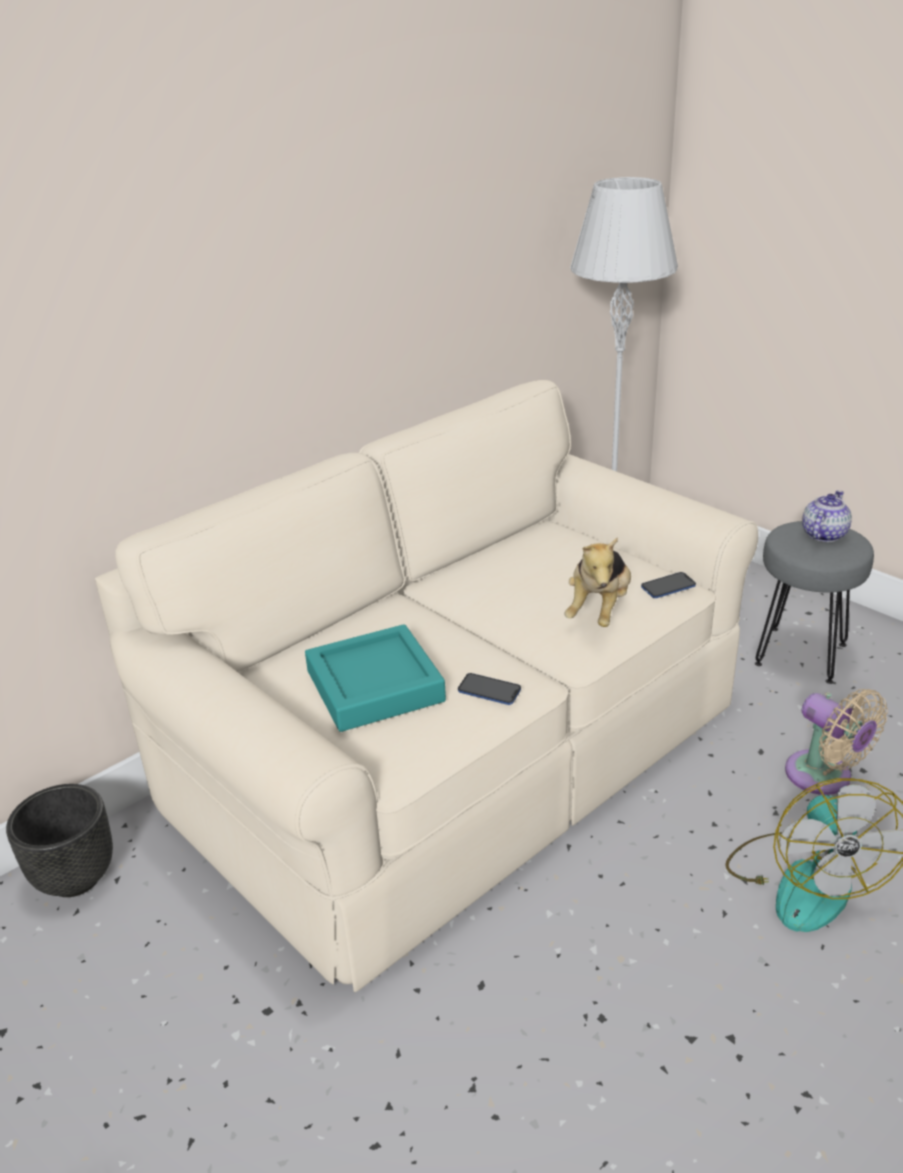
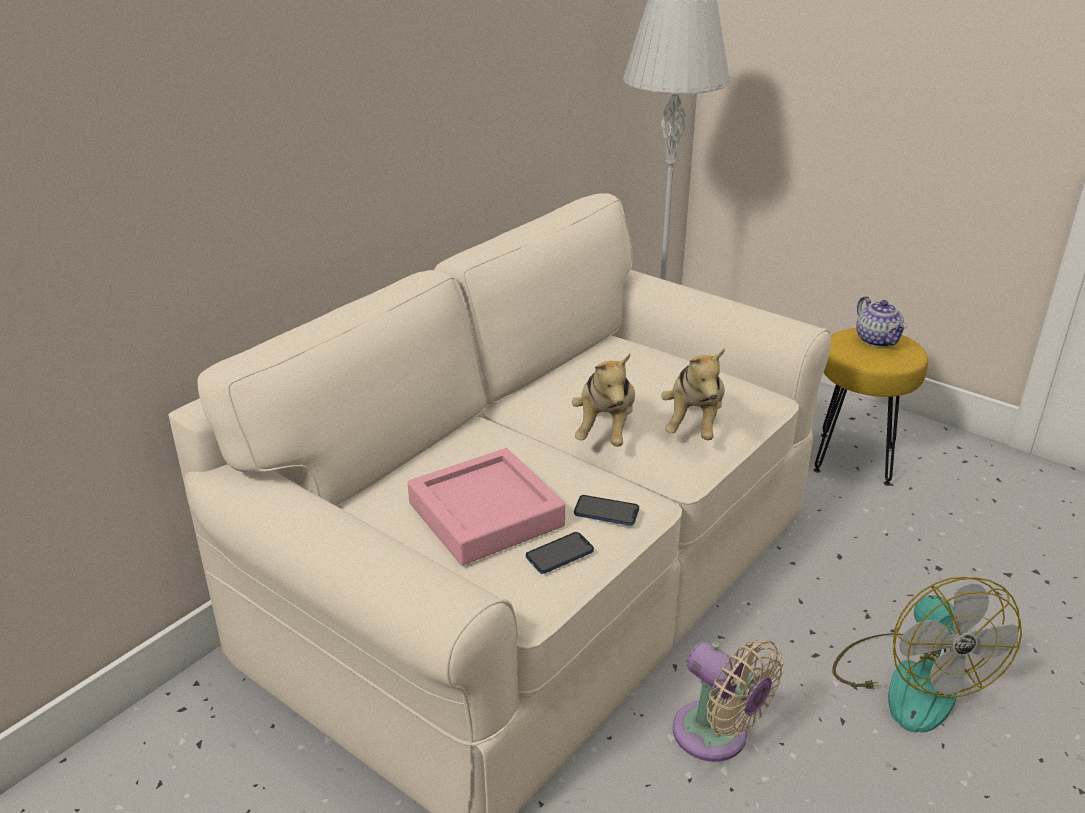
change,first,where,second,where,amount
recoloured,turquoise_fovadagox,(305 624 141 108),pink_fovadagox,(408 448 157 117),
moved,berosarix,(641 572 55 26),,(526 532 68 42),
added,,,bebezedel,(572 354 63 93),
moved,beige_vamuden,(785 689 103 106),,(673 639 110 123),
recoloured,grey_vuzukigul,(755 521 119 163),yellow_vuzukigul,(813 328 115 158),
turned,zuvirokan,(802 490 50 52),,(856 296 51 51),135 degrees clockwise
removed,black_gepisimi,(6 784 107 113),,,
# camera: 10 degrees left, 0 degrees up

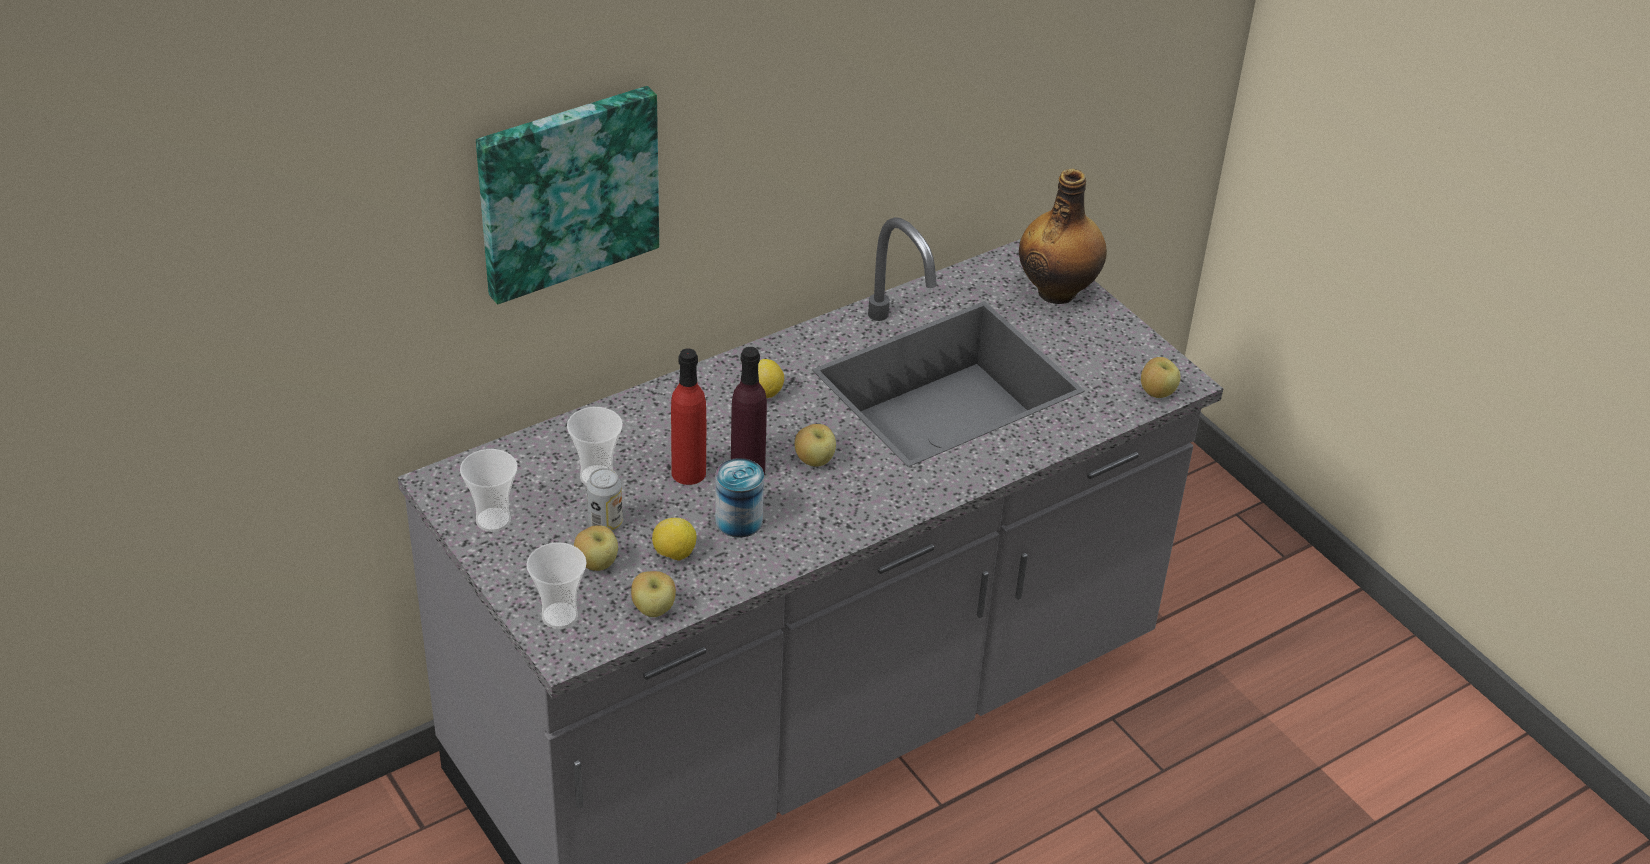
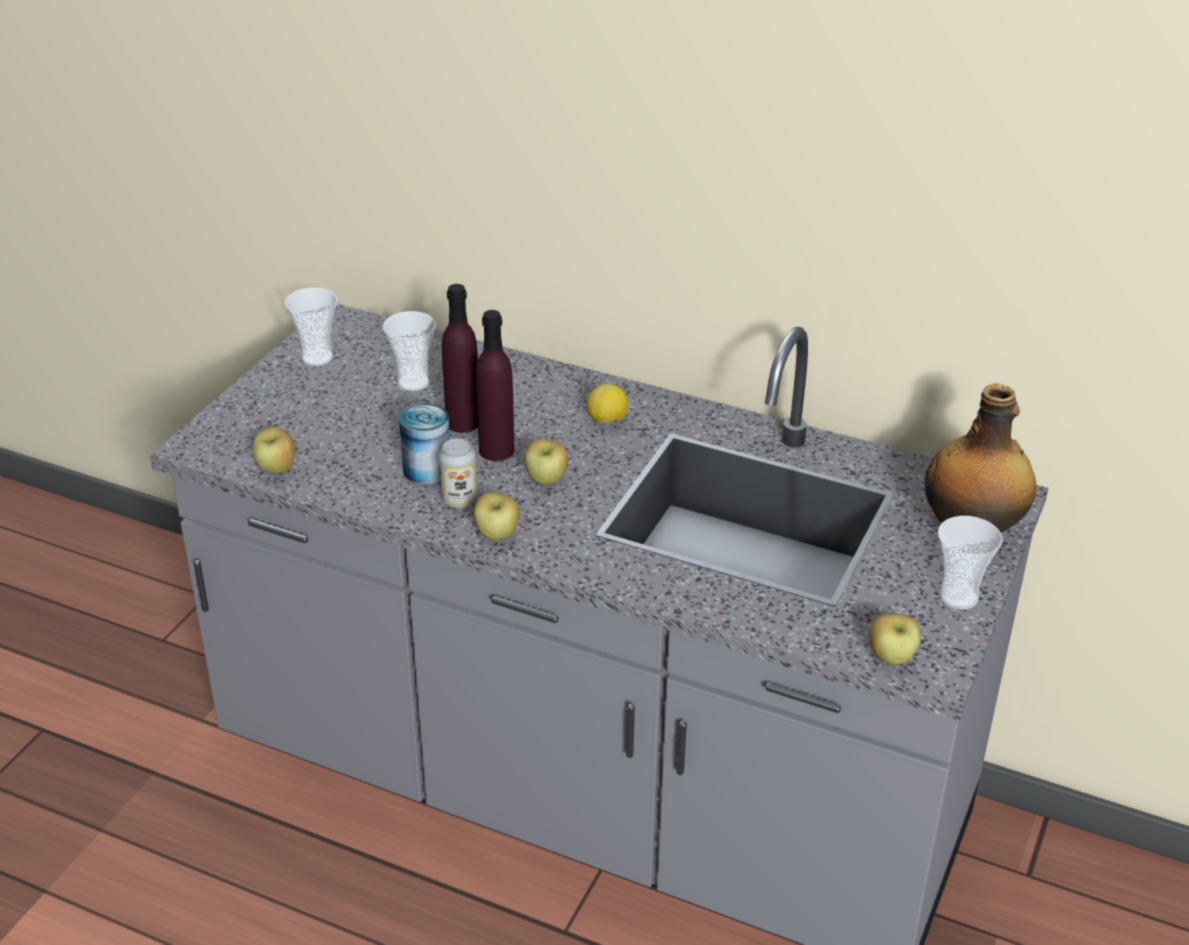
change,first,where,second,where,amount
moved,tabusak,(586 468 37 64),,(439 438 38 70),
recoloured,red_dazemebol,(671 348 35 137),purple_dazemebol,(442 284 36 149),
moved,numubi,(574 525 44 46),,(473 492 46 48),
moved,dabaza,(526 542 61 87),,(938 516 65 93),
removed,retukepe,(476 86 183 218),,,
removed,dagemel,(652 518 44 43),,,
# camera: 60 degrees right, 5 degrees down

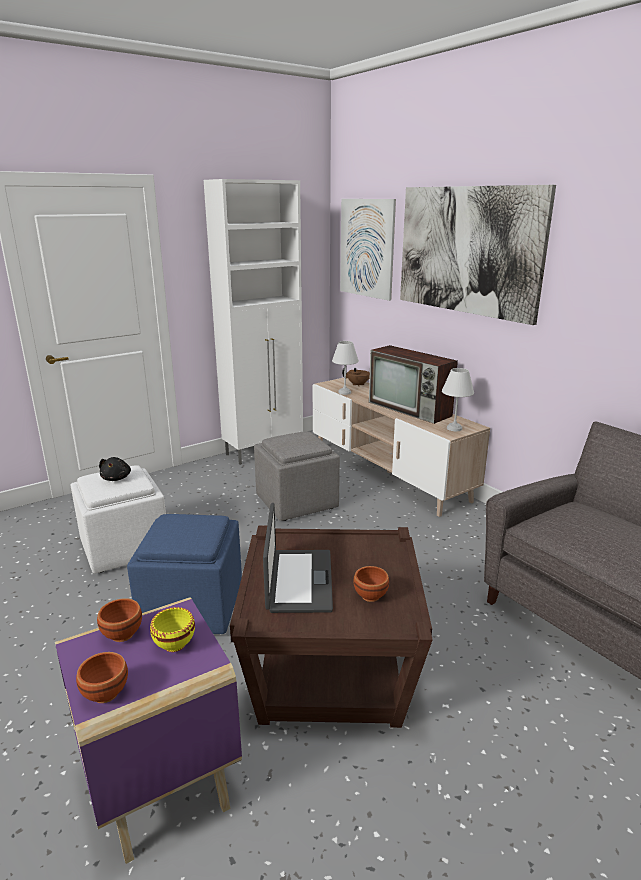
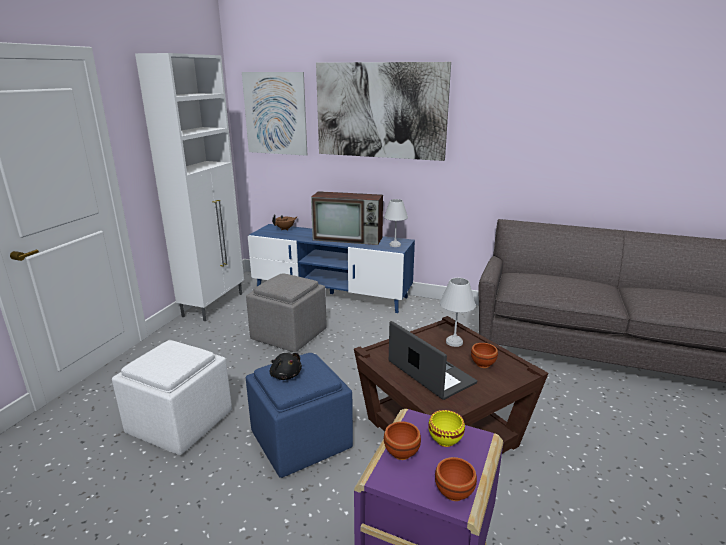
change,first,where,second,where,amount
recoloured,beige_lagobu,(313 378 177 139),blue_lagobu,(248 224 167 89),
moved,black_bebezedel,(99 457 32 24),,(270 353 32 27),
moved,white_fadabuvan,(332 341 27 54),,(440 278 36 69),
# camera: 35 degrees left, 0 degrees up

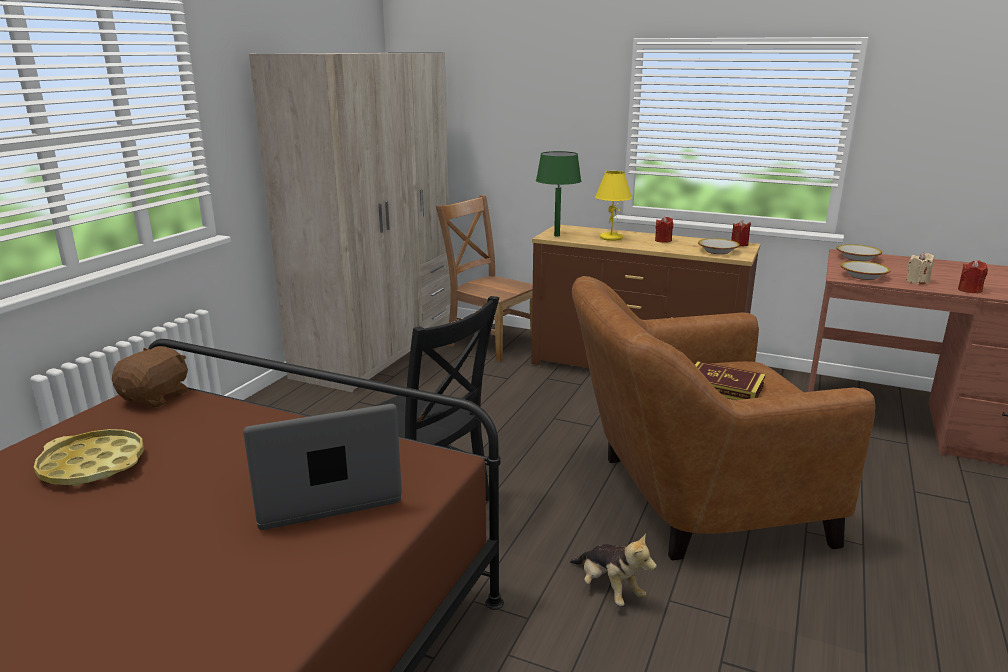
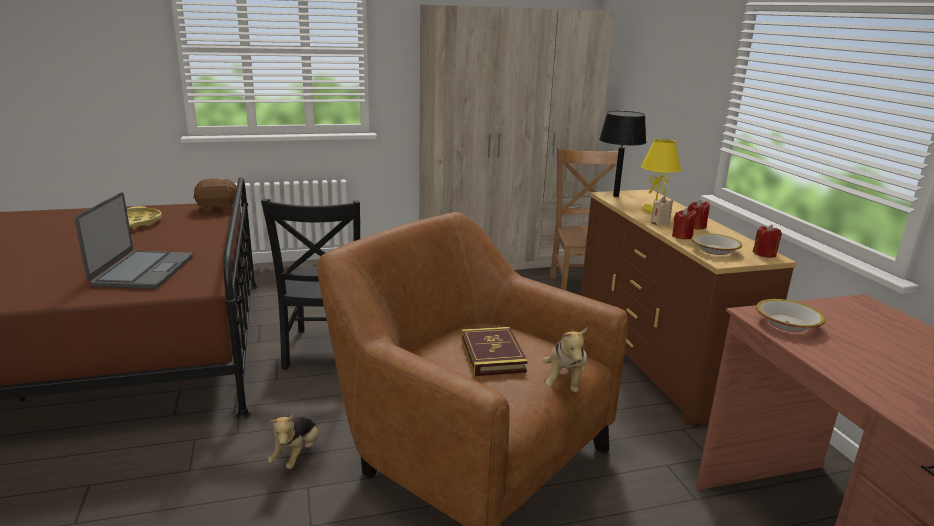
change,first,where,second,where,amount
turned,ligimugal,(243 404 159 126),,(74 192 119 97),60 degrees clockwise
added,,,bebezedel,(543 327 44 66),
recoloured,green_fadabuvan,(536 151 45 85),black_fadabuvan,(599 111 47 86),
moved,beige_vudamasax,(906 252 28 32),,(651 196 22 30),
moved,red_vudamasax,(958 260 30 34),,(672 208 24 31),
removed,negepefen,(836 244 46 17),,,
# camera: 50 degrees right, 0 degrees up

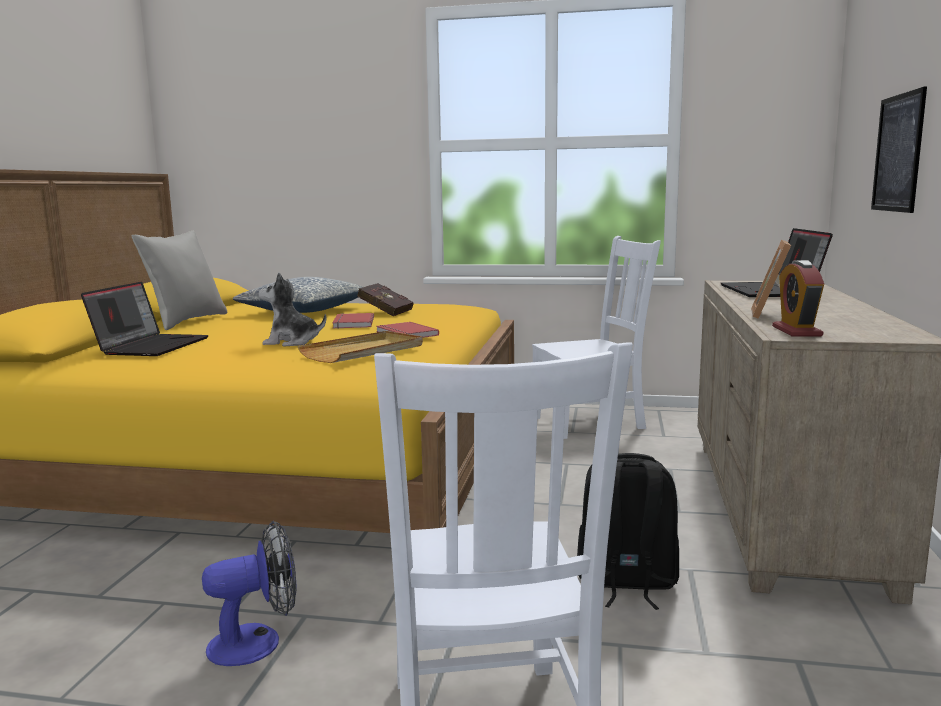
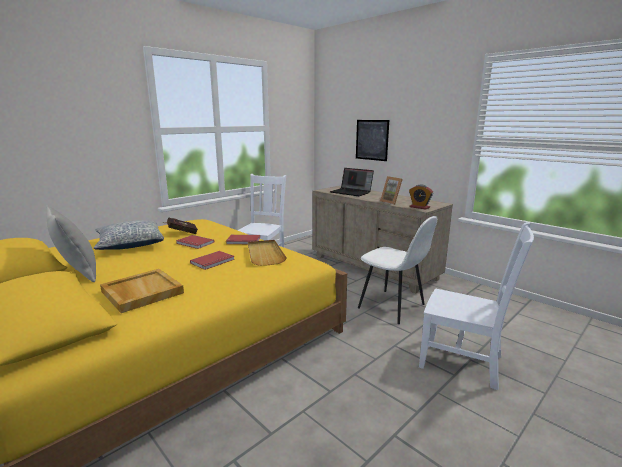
change,first,where,second,where,amount
replaced,ligimugal,(81 282 128 74),beige_fovadagox,(100 269 84 44),
replaced,bebezedel,(258 272 68 75),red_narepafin,(190 251 45 19),
replaced,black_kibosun,(577 453 102 157),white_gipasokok,(358 216 79 108),
removed,vamuden,(202 521 95 145),,,
# camera: 55 degrees left, 5 degrees up

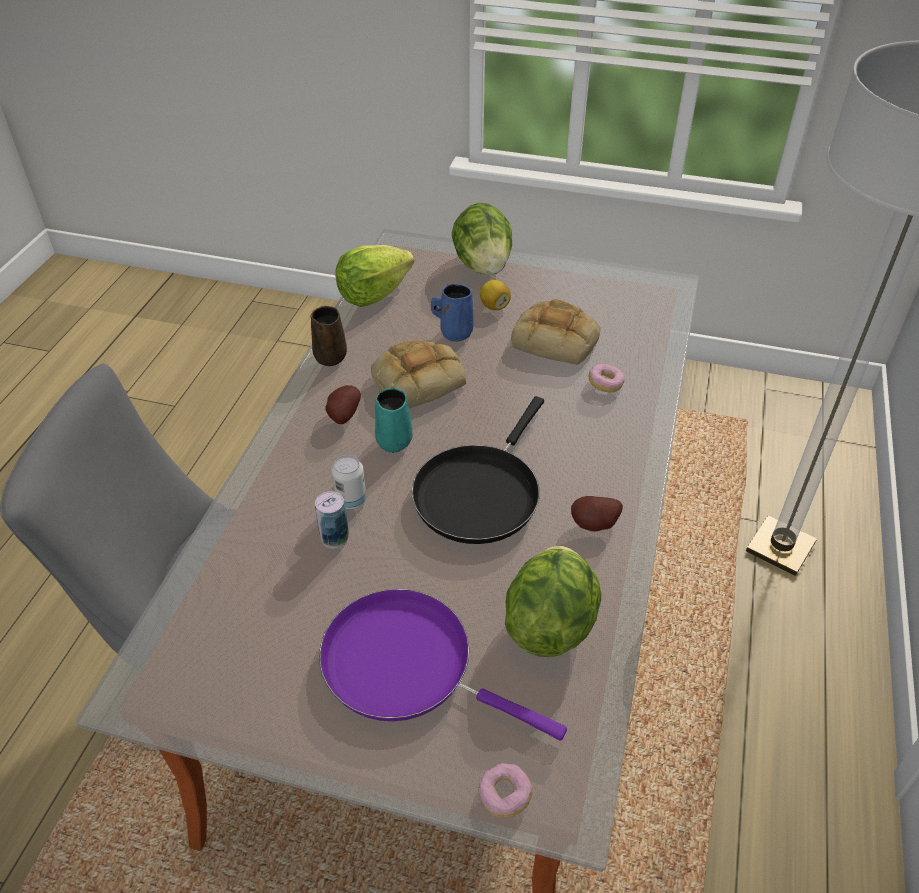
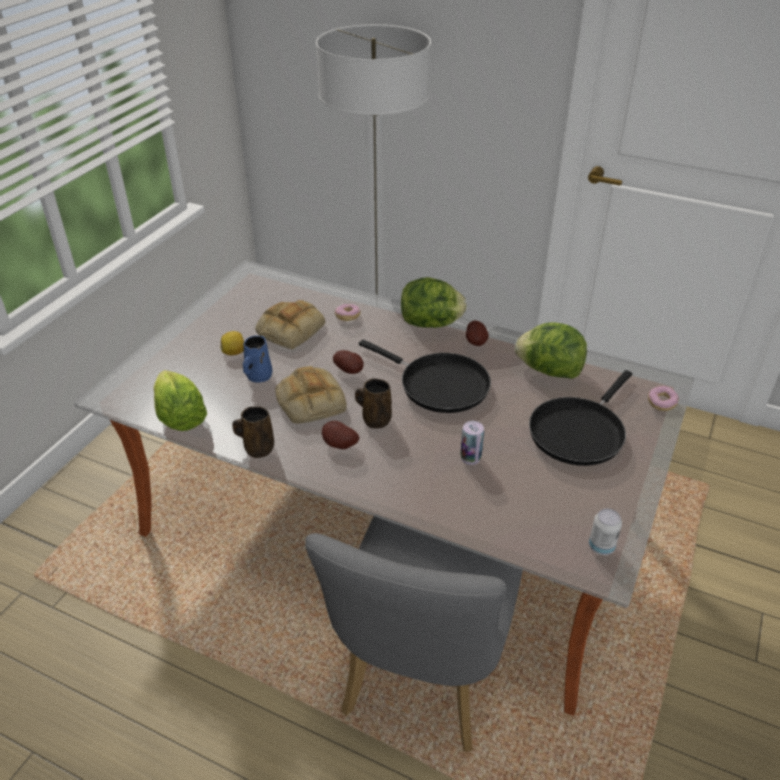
change,first,where,second,where,amount
added,,,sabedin,(333 350 31 24),
recoloured,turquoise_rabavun,(375 387 38 66),brown_rabavun,(355 378 37 50),
moved,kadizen,(452 202 60 73),,(401 277 65 51),
recoloured,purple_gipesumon,(319 589 248 152),black_gipesumon,(529 370 103 96),
moved,tabusak,(332 455 34 54),,(589 509 33 46),
# camera: 80 degrees left, 5 degrees down

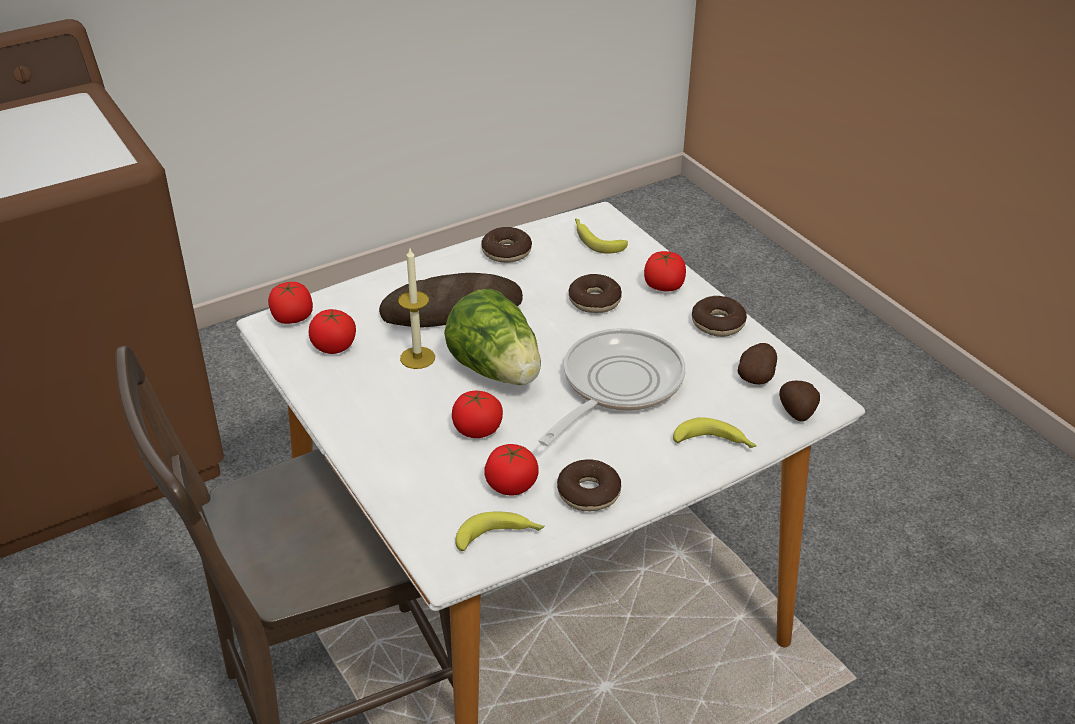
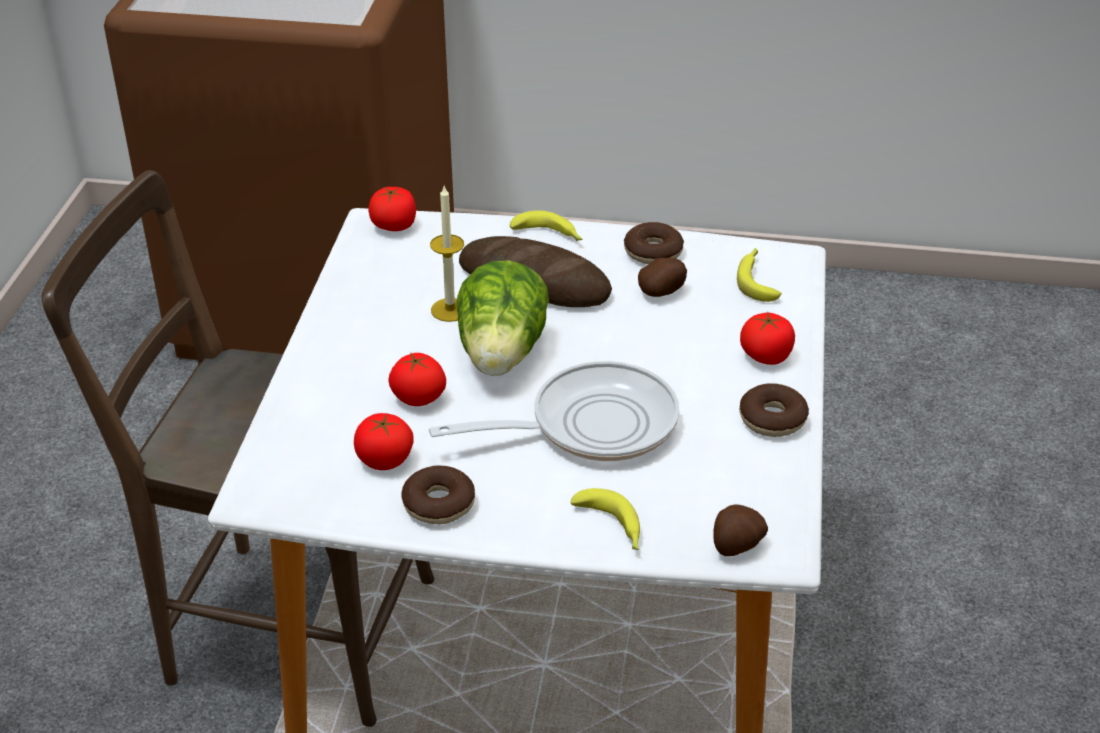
change,first,where,second,where,amount
moved,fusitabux,(455 512 90 39),,(510 210 72 31),
moved,sabedin,(738 343 39 42),,(638 258 49 39),
removed,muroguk,(309 309 47 45),,,
removed,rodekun,(569 274 53 39),,,
# camera: 40 degrees right, 0 degrees up

